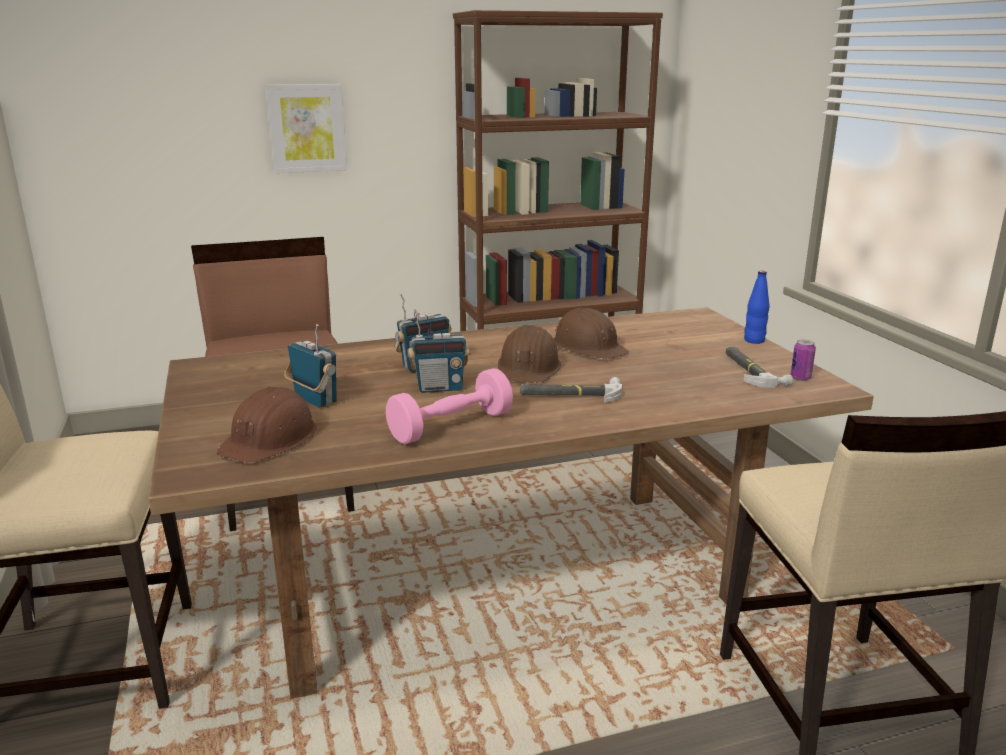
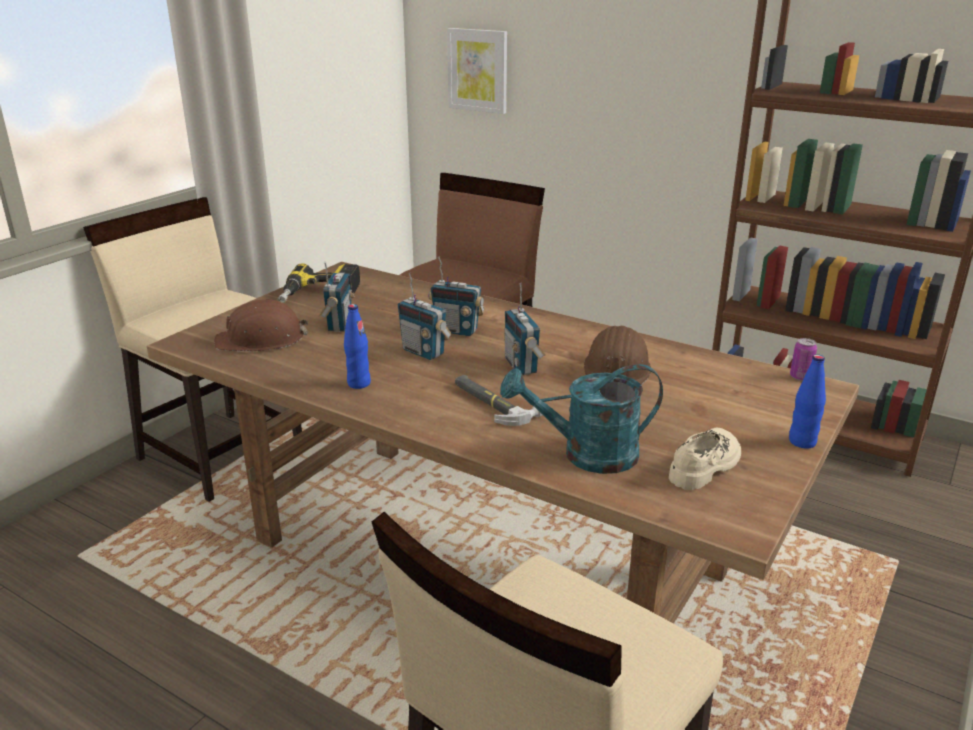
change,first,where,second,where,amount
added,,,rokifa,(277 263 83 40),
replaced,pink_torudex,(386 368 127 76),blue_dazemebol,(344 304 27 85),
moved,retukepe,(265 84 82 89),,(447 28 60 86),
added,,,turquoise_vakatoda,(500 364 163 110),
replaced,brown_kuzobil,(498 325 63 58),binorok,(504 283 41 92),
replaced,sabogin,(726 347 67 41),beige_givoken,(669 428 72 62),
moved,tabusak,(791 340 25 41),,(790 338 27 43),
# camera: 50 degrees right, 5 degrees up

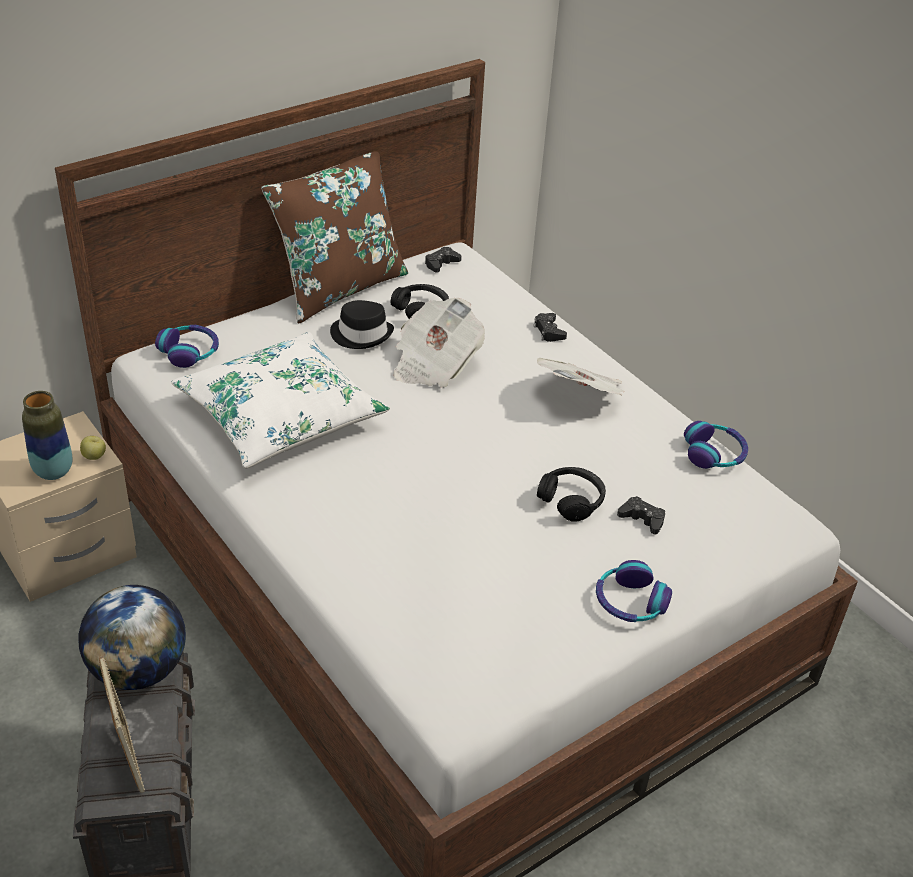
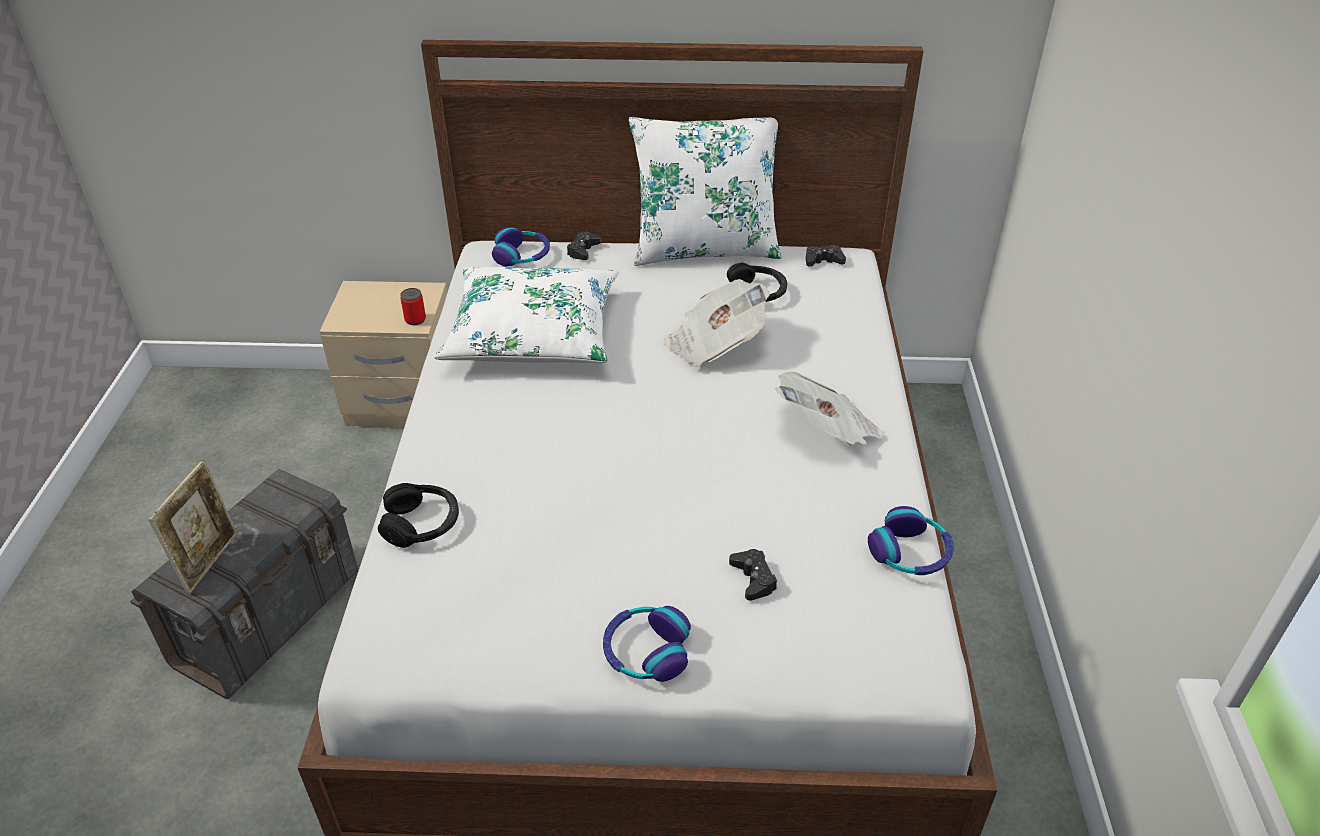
change,first,where,second,where,amount
moved,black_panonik,(537 467 69 55),,(378 483 81 65),
replaced,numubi,(80 436 26 24),tabusak,(400 288 26 37),
moved,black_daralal,(533 313 34 29),,(567 232 34 28),
recoloured,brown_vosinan,(261 151 147 173),white_vosinan,(629 117 152 149),
removed,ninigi,(22 391 51 89),,,
removed,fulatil,(78 585 108 105),,,
removed,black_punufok,(330 300 64 49),,,
# camera: 40 degrees right, 0 degrees up

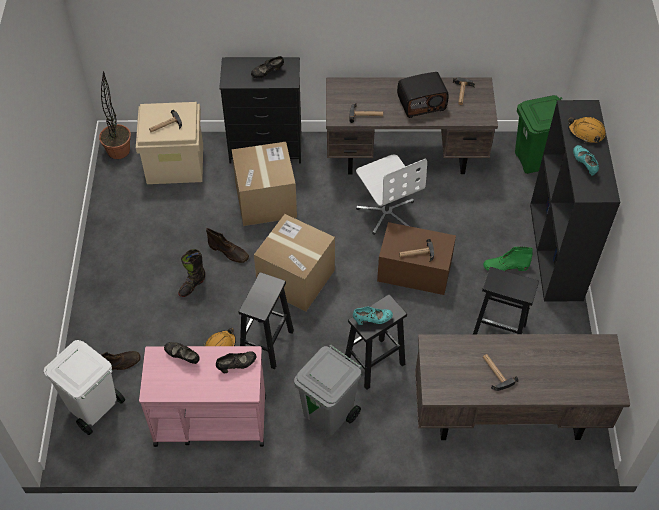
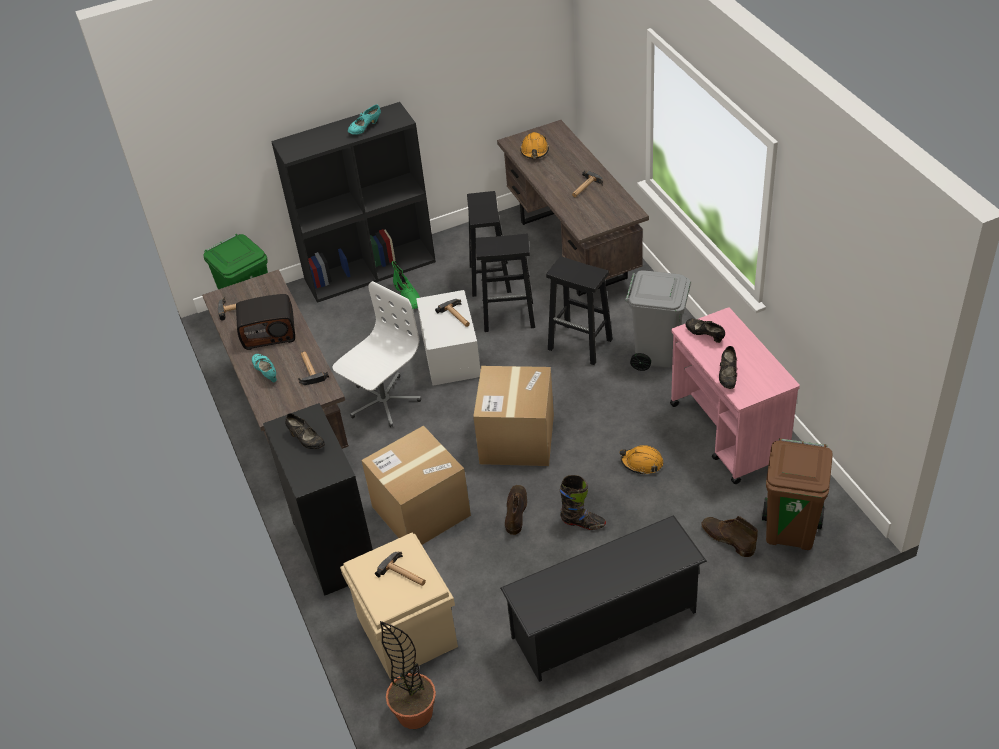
change,first,where,second,where,amount
turned,binorok,(397 72 52 46),,(236 294 59 56),120 degrees clockwise
moved,turquoise_givoken,(353 306 40 19),,(252 354 25 28),
recoloured,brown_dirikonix,(377 222 79 73),white_dirikonix,(416 290 64 96),
moved,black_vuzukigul,(239 272 55 97),,(475 234 60 98),
added,,,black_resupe,(500 515 207 167),
moved,orange_kuzobil,(568 117 38 26),,(520 132 29 27),
recoloured,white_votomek,(44 340 81 95),brown_votomek,(762 438 70 112),
# camera: 110 degrees left, 10 degrees down

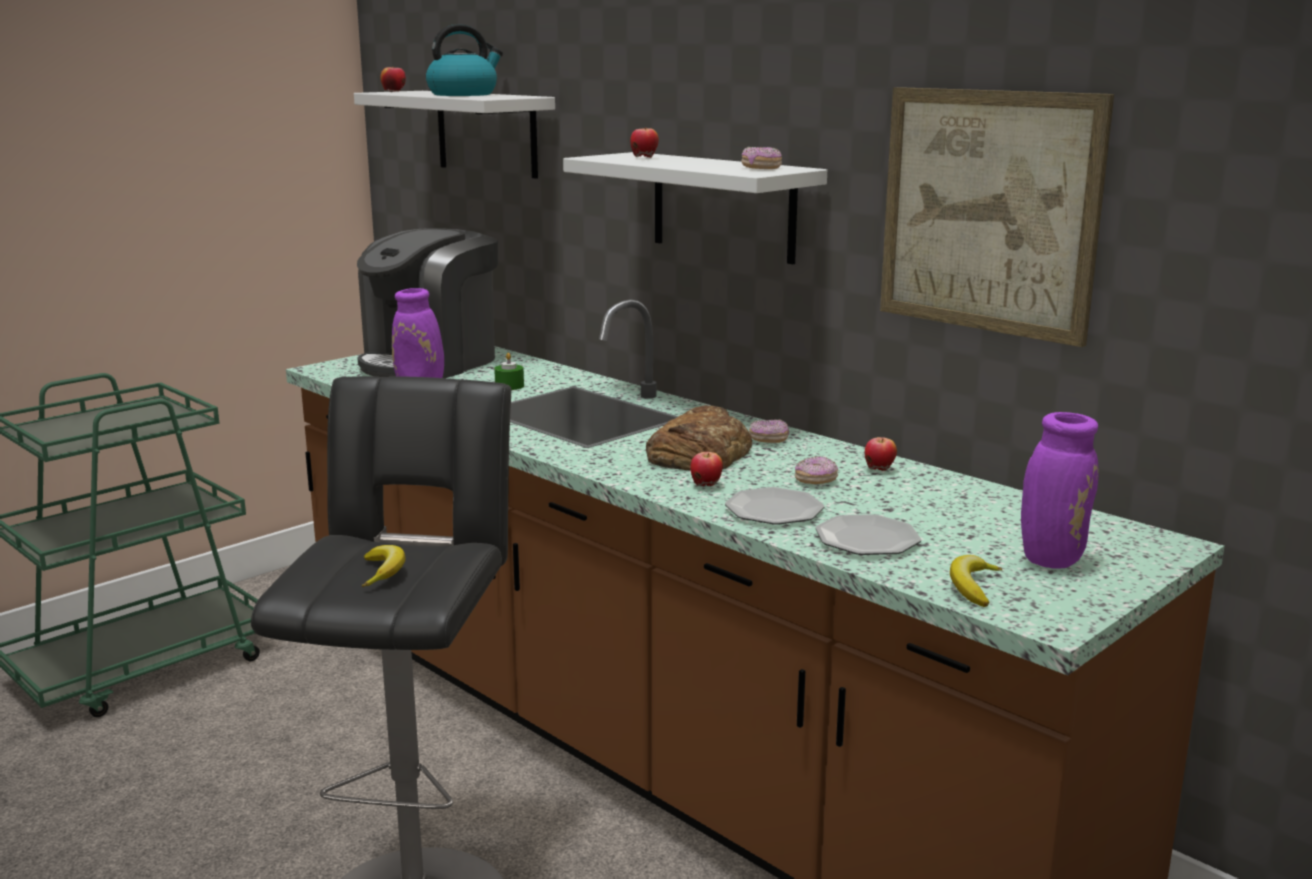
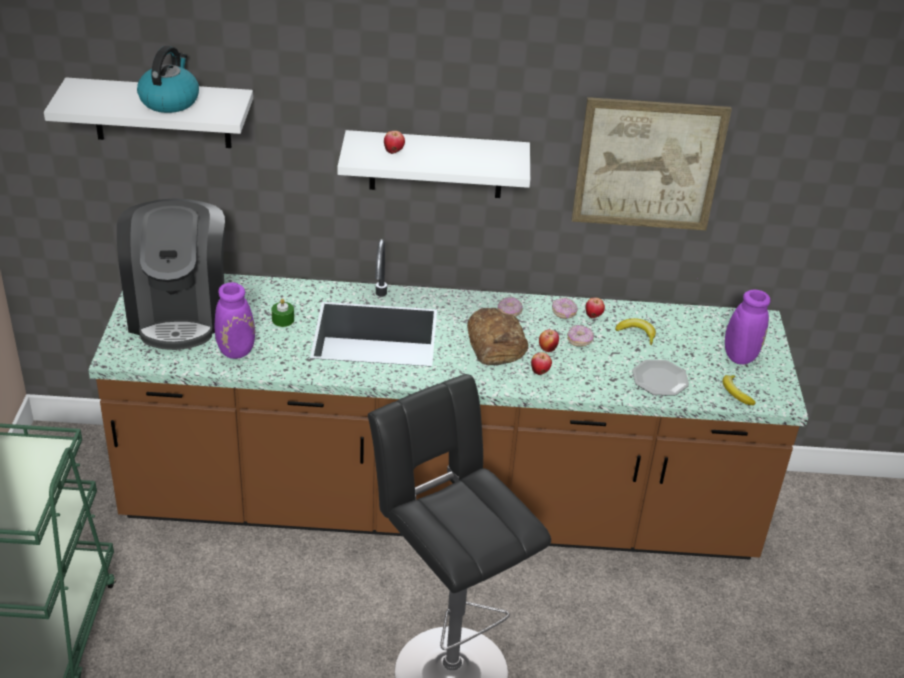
change,first,where,second,where,amount
moved,numubi,(381 67 25 26),,(539 330 20 22),
moved,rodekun,(741 147 41 22),,(552 298 26 21),
moved,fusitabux,(362 545 44 42),,(615 318 41 27),
removed,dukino,(725 487 99 38),,,
# camera: 45 degrees left, 20 degrees up

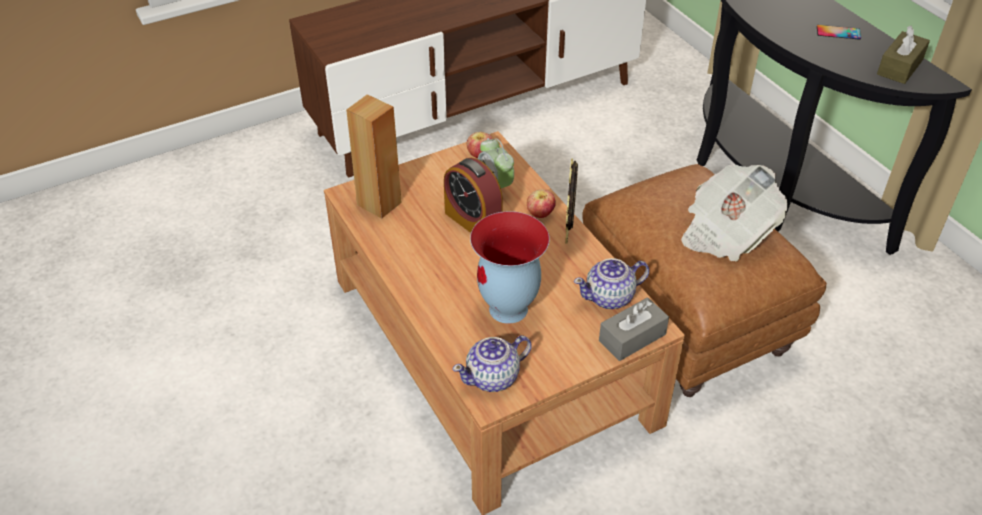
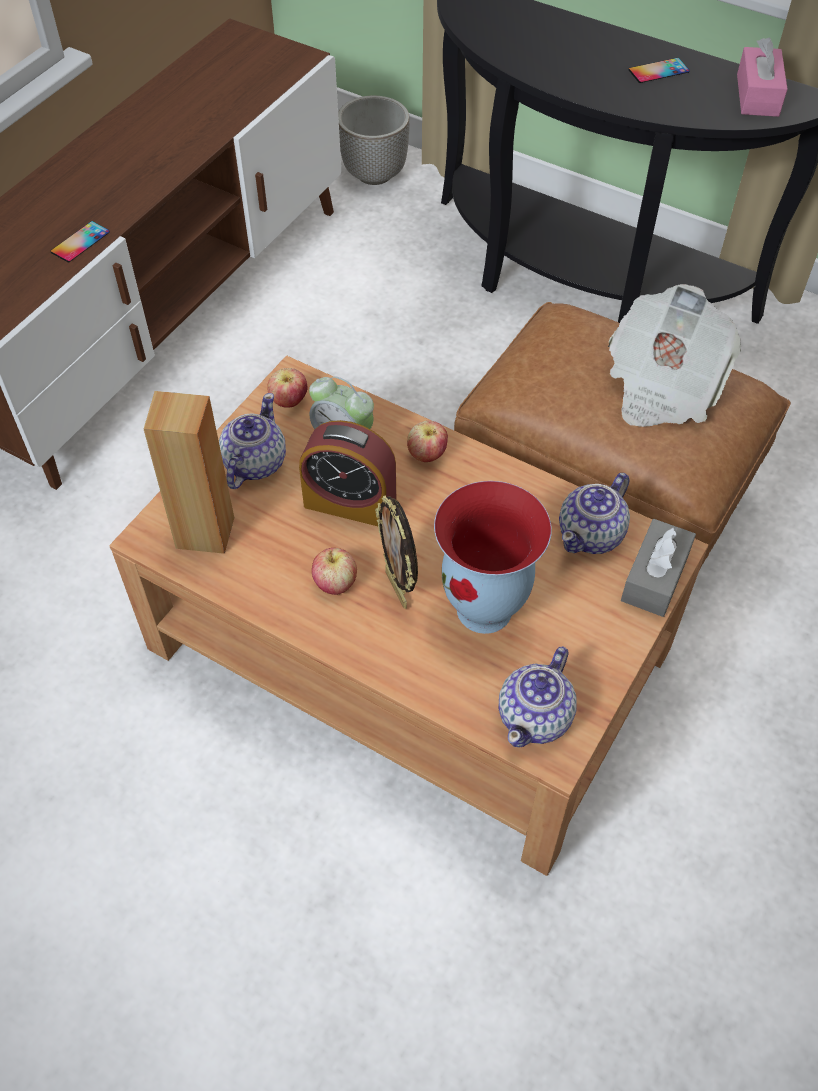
change,first,where,second,where,amount
added,,,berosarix,(50 221 60 41),
added,,,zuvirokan,(219 393 67 96),
added,,,numubi,(312 548 45 47),
added,,,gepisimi,(338 96 72 89),
moved,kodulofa,(565 158 13 86),,(375 495 43 114),
recoloured,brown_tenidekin,(877 25 53 59),pink_tenidekin,(737 38 51 79),
# camera: 30 degrees left, 10 degrees up

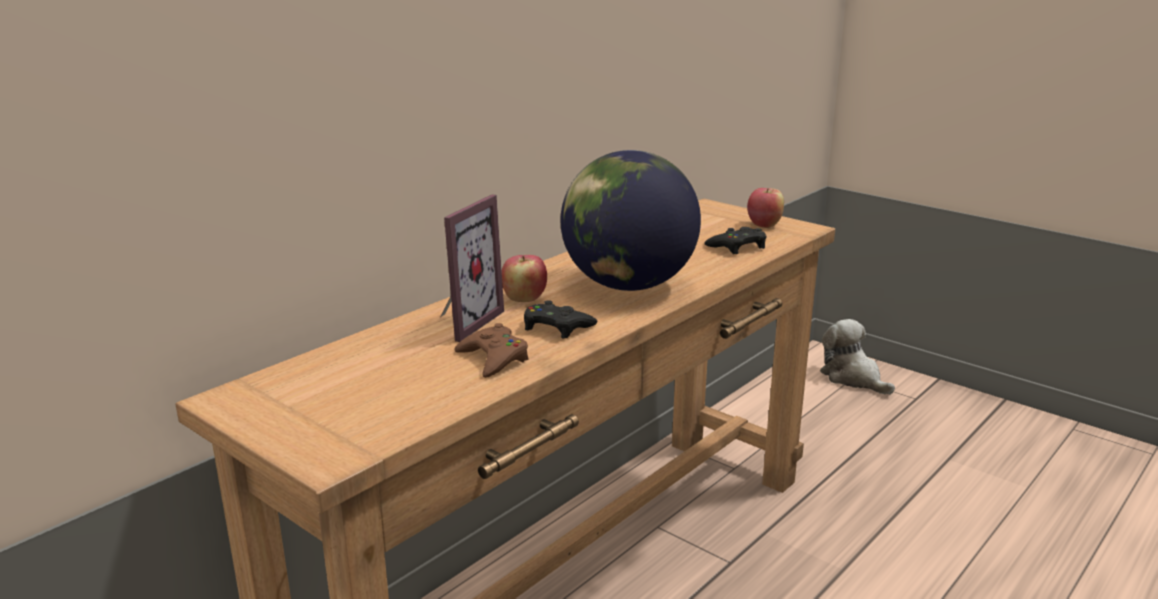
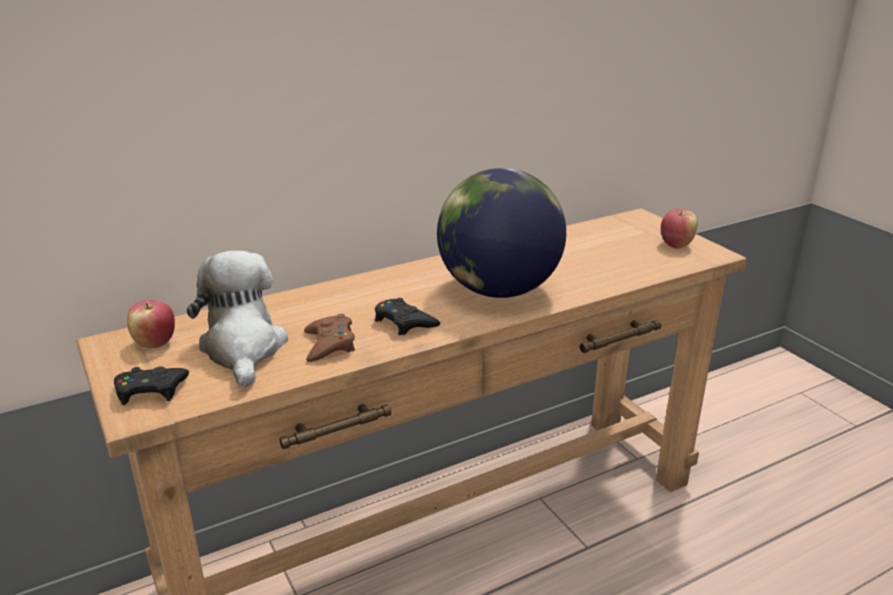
change,first,where,second,where,amount
moved,black_daralal,(704 227 62 27),,(114 366 75 39),
moved,numubi,(502 255 45 47),,(127 300 48 48),
moved,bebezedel,(820 319 75 76),,(187 251 101 137),
removed,kodulofa,(441 194 63 148),,,
# camera: 20 degrees right, 5 degrees up

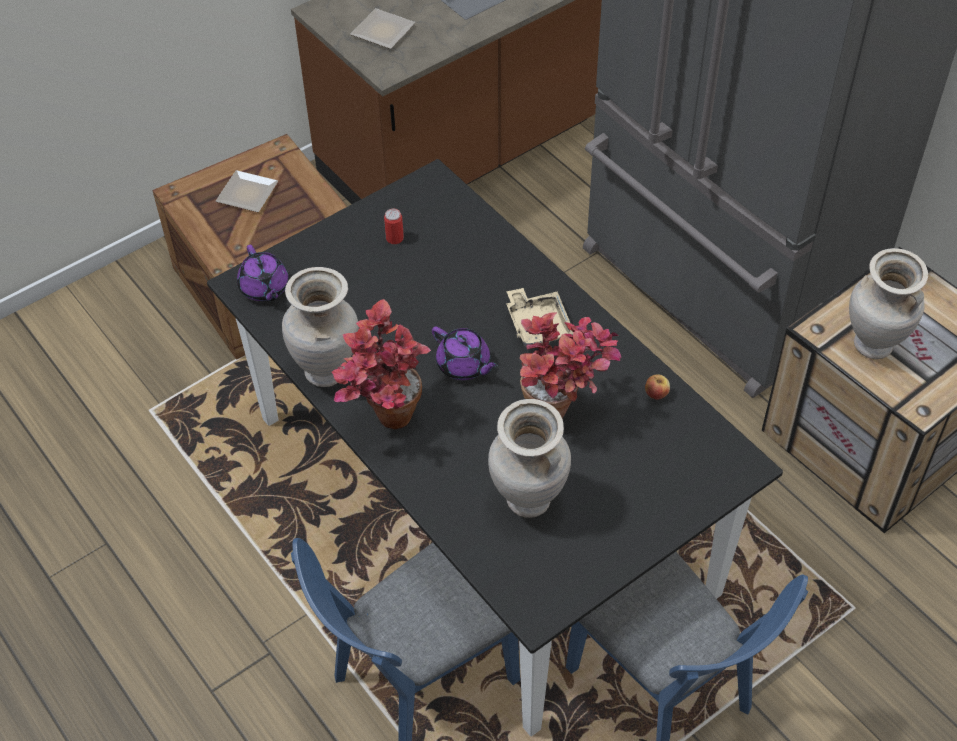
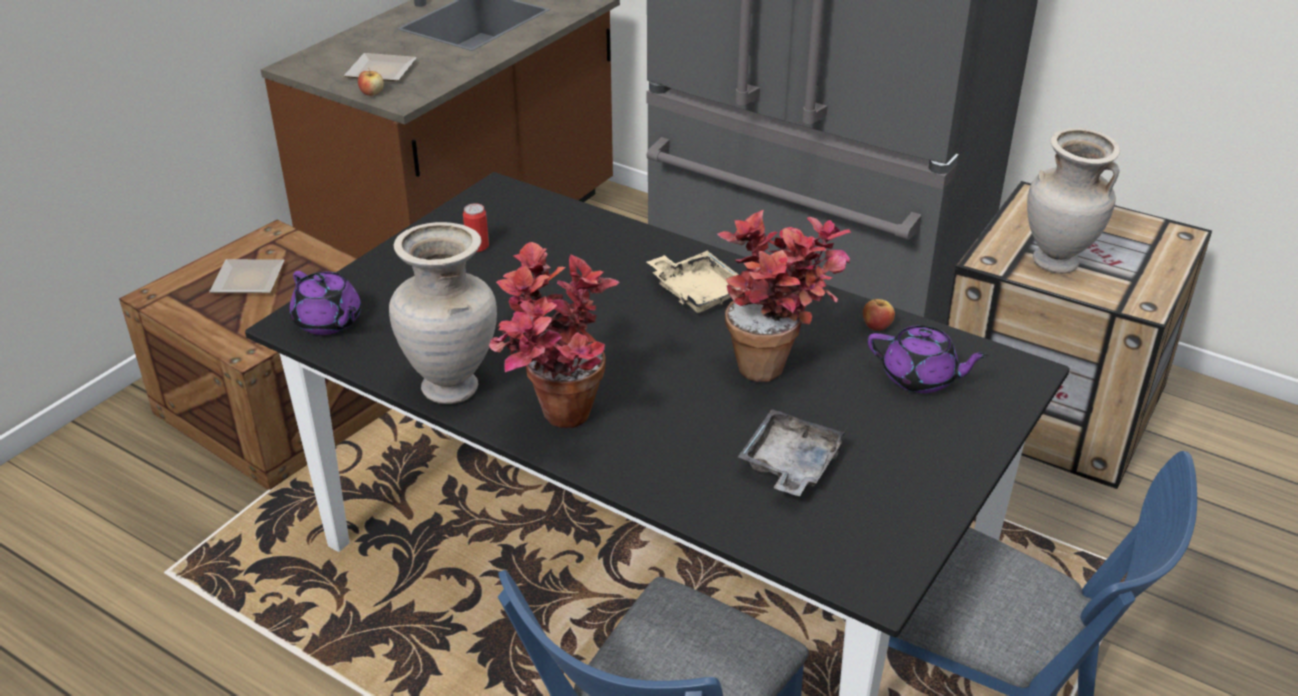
change,first,where,second,where,amount
added,,,numubi,(358 70 26 26),
replaced,beige_ninigi,(488 399 83 119),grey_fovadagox,(738 409 108 87),
moved,purple_zuvirokan,(432 326 66 54),,(868 325 121 68),
# camera: 20 degrees left, 15 degrees down

